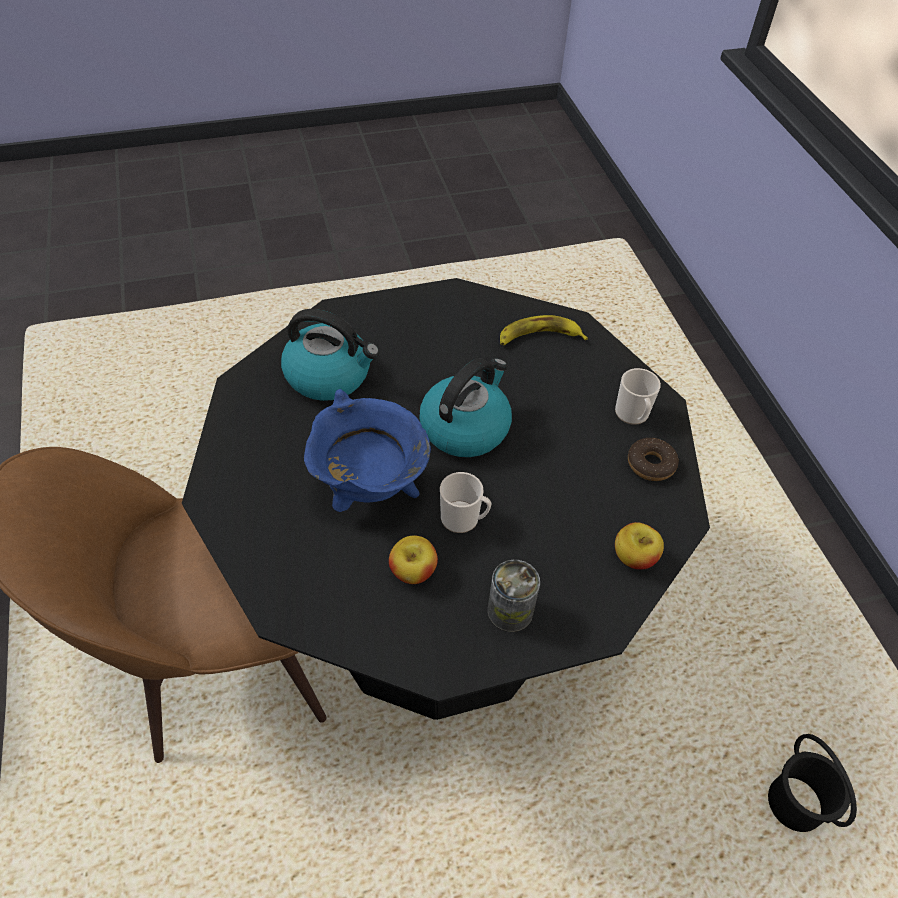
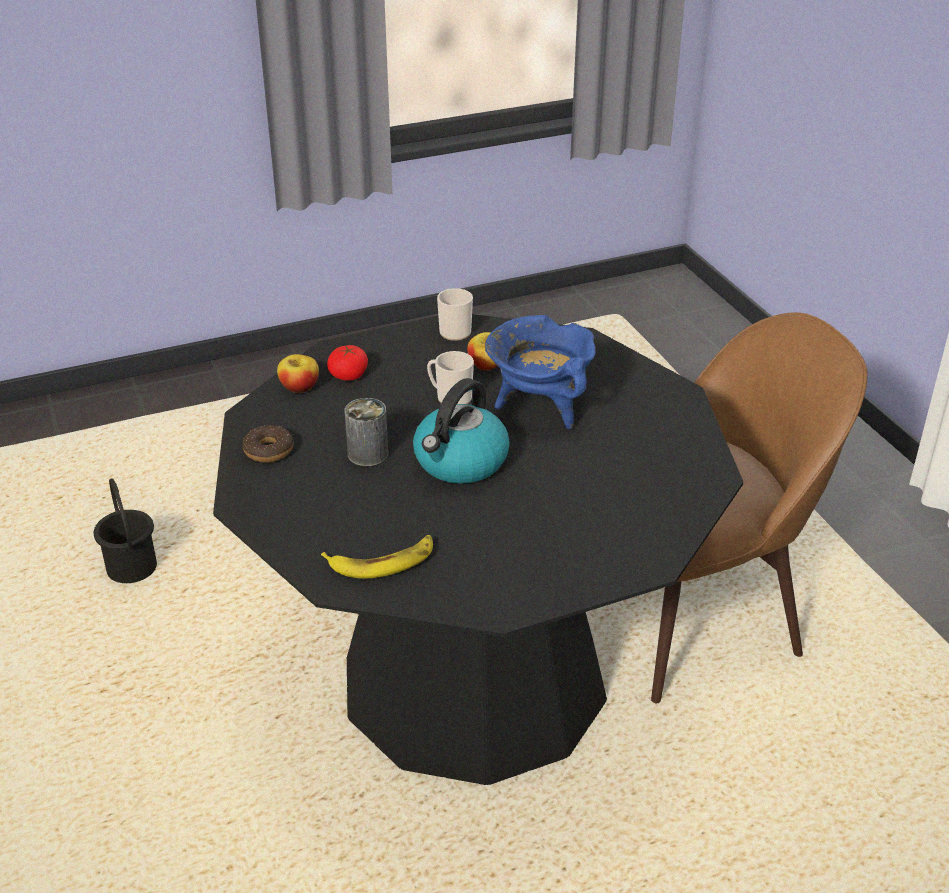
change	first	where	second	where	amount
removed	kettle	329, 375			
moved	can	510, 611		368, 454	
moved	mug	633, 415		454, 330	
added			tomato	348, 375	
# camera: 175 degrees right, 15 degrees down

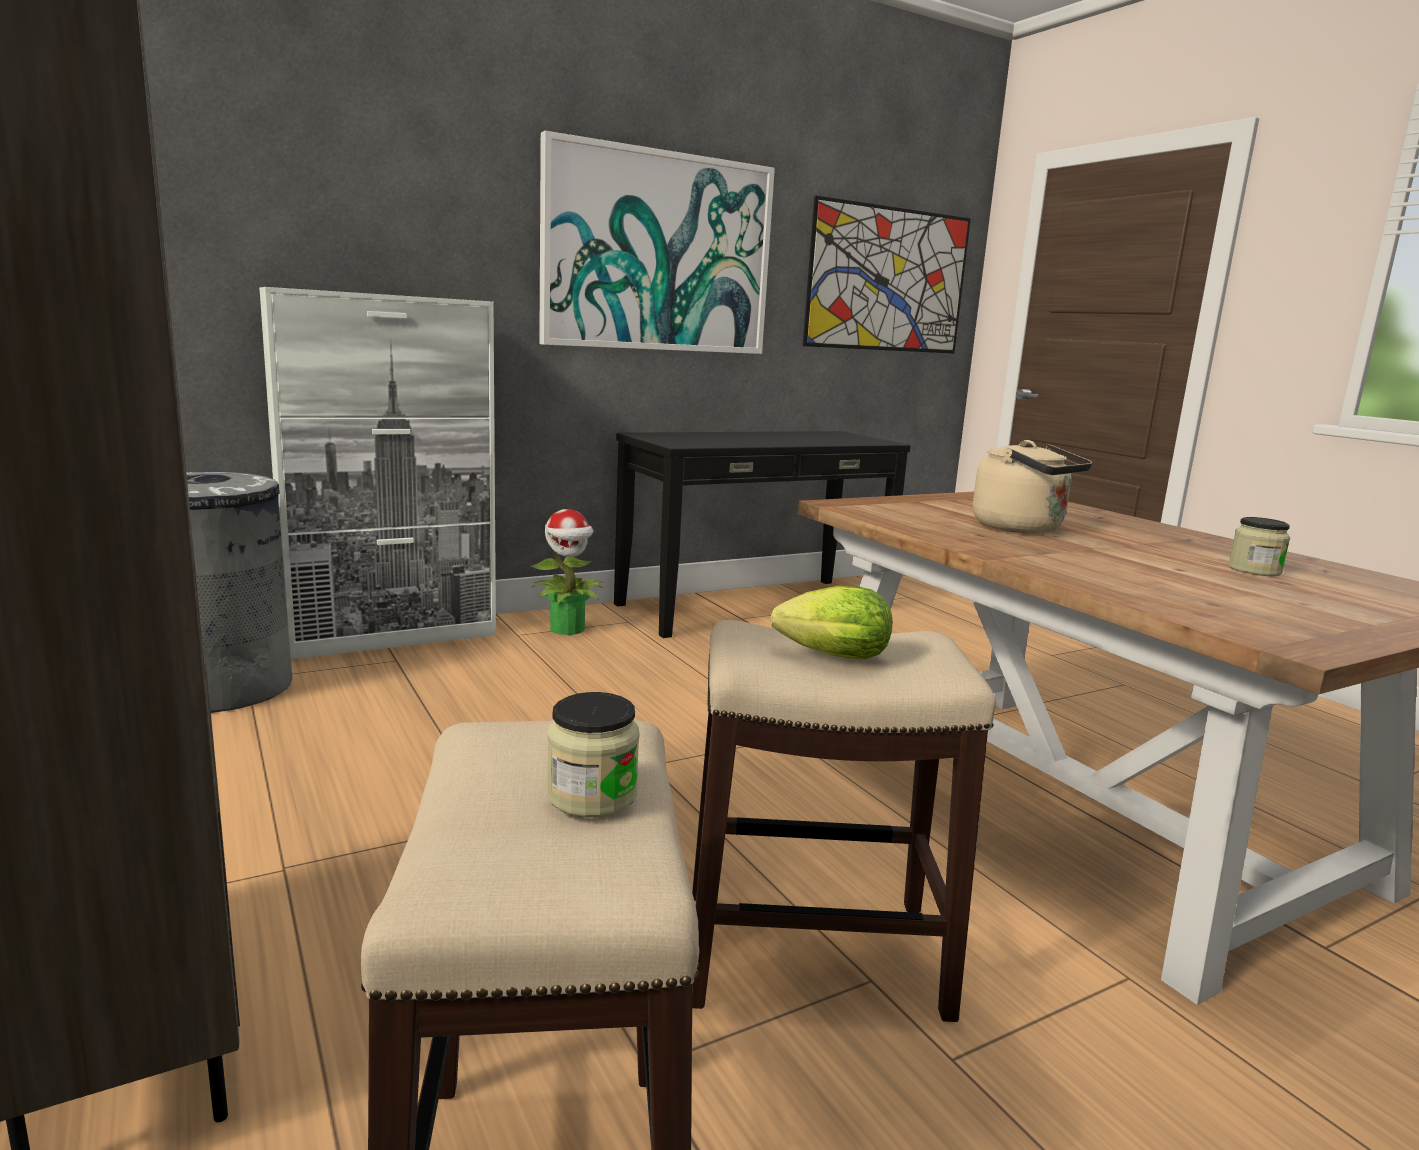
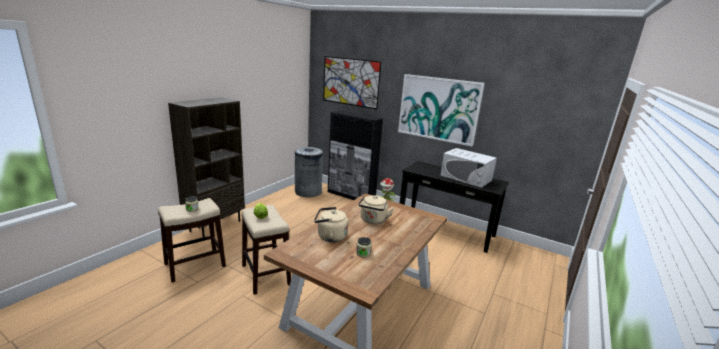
change	first	where	second	where	amount
recoloured	white cabinet	394, 637	black cabinet	351, 195	
moved	picture	888, 280		350, 82	
added			beige kettle	330, 237	
added			white microwave	466, 178	
# camera: 60 degrees right, 5 degrees up

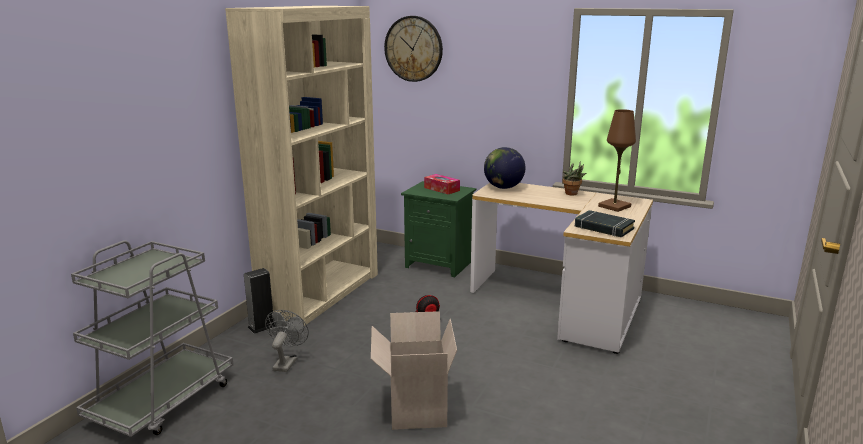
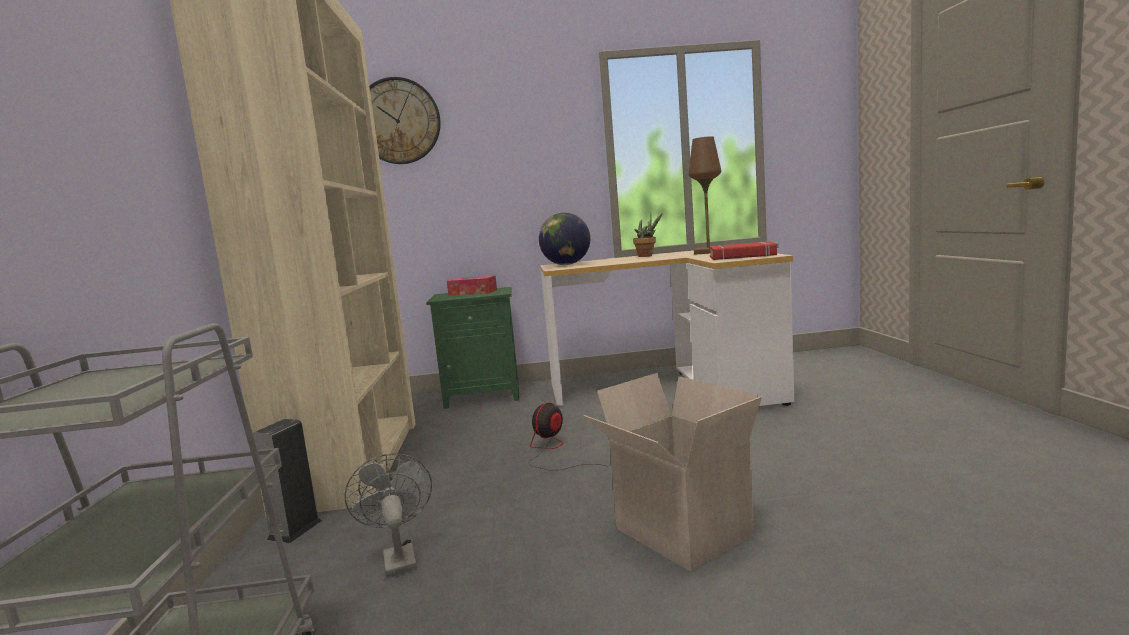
change	first	where	second	where	amount
recoloured	black book	603, 228	red book	742, 256	
# camera: 30 degrees left, 10 degrees down

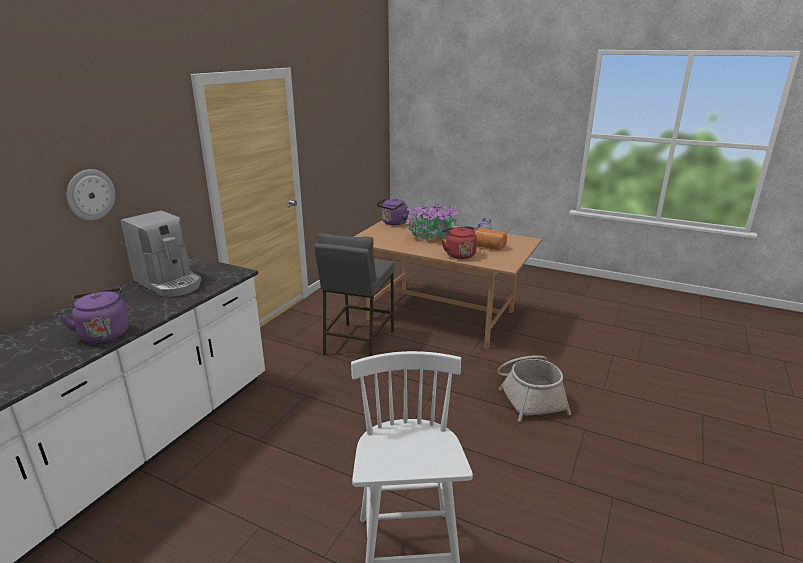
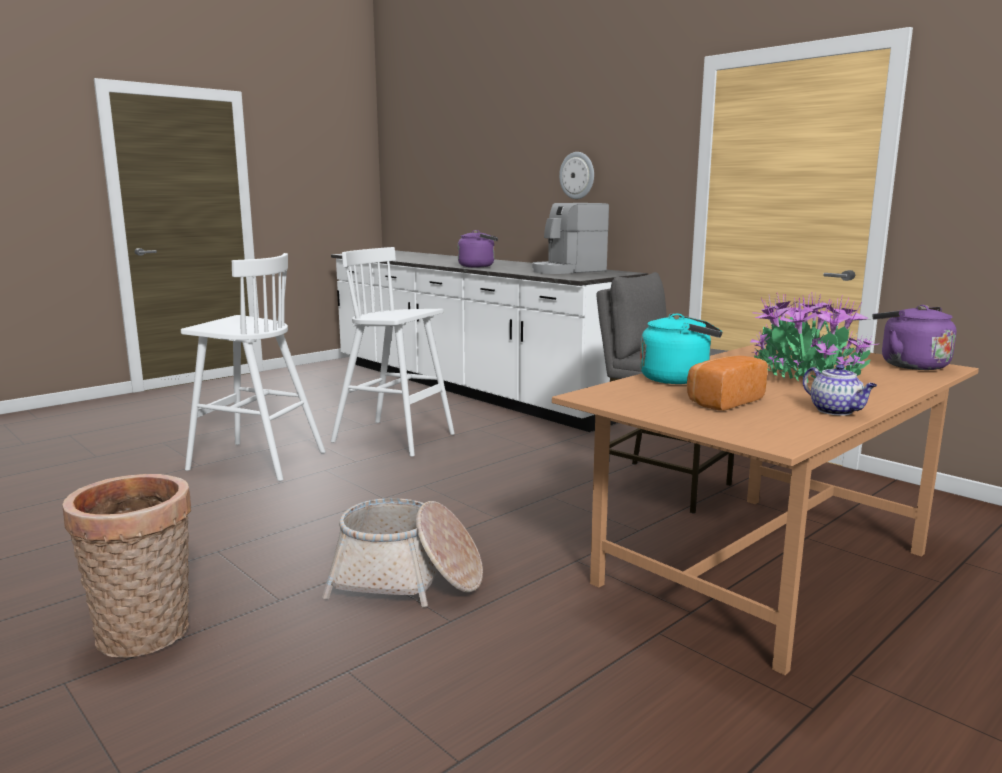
change	first	where	second	where	amount
recoloured	red kettle	459, 254	turquoise kettle	678, 379	
added			basket	145, 637	
added			white stool	395, 438	
# camera: 110 degrees right, 10 degrees down

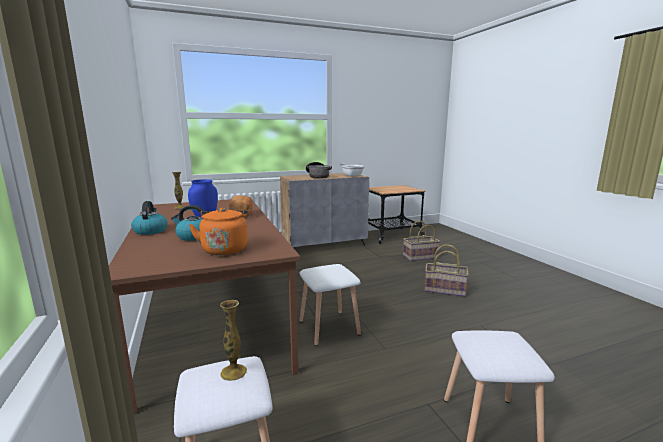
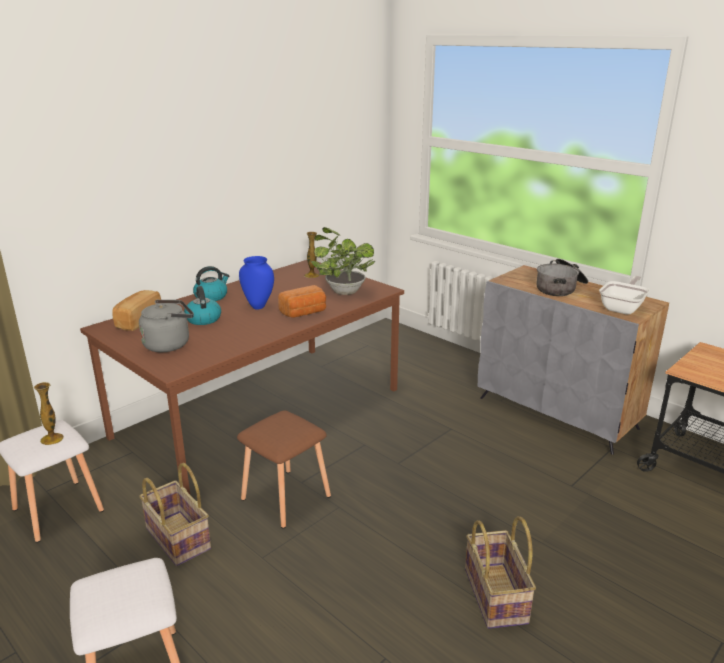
change	first	where	second	where	amount
recoloured	orange kettle	225, 249	grey kettle	169, 344	
recoloured	white stool	330, 328	brown stool	285, 498	
moved	basket	420, 257		176, 539	
added			bread	138, 320	
added			potted plant	343, 291	
# camera: 65 degrees right, 10 degrees up

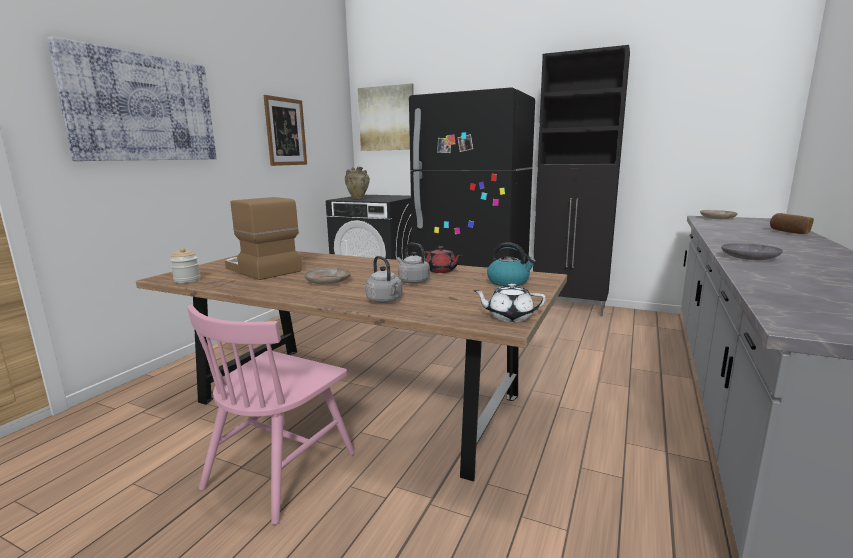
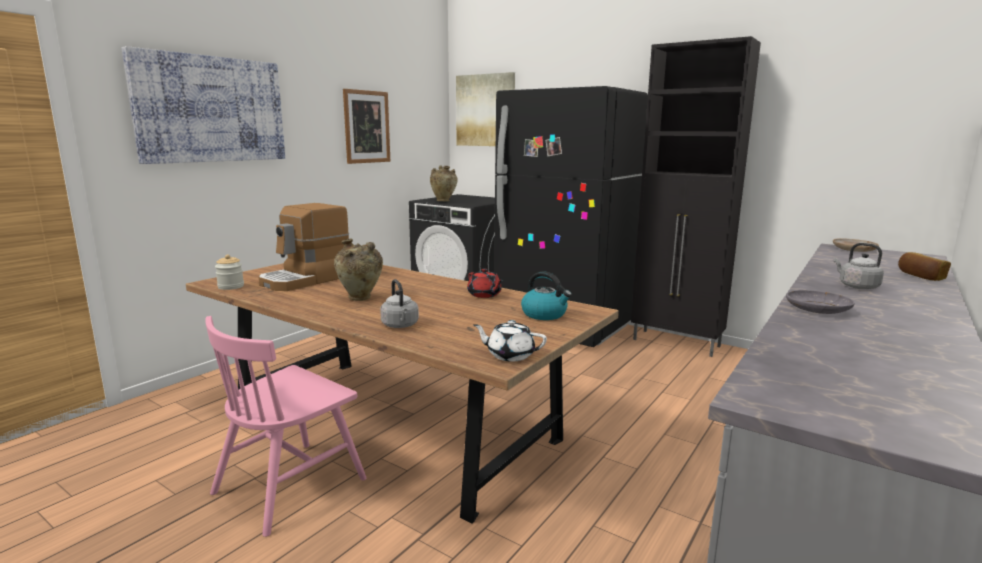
change	first	where	second	where	amount
turned	coffee machine	261, 269		306, 280	105 degrees counterclockwise
replaced	beige plate	328, 281	beige vase	360, 299	
moved	grey kettle	412, 281		856, 286	
# camera: 10 degrees right, 0 degrees up

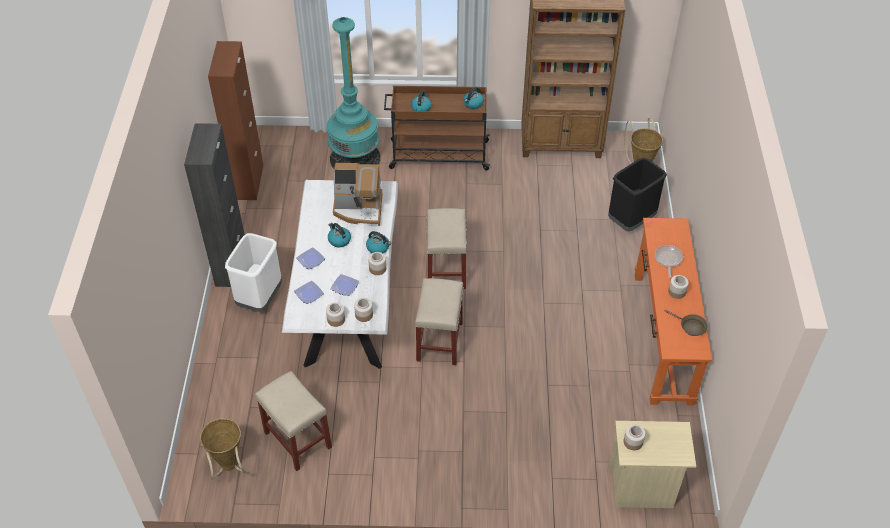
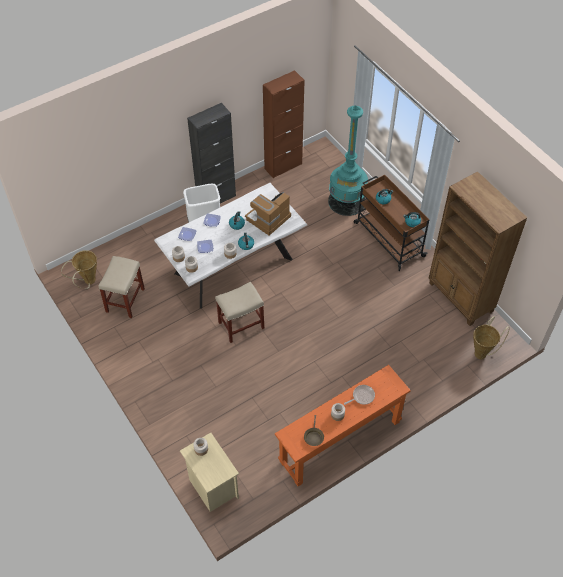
change	first	where	second	where	amount
turned	coffee machine	358, 209		268, 219	75 degrees clockwise
removed	beige stool	446, 270			
removed	black trash can	631, 221			
# camera: 55 degrees right, 5 degrees up

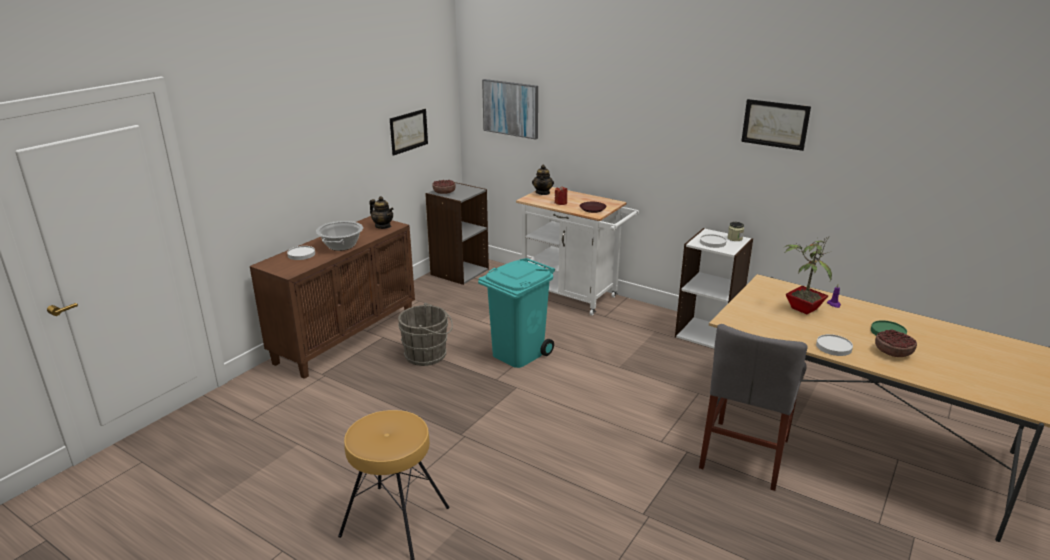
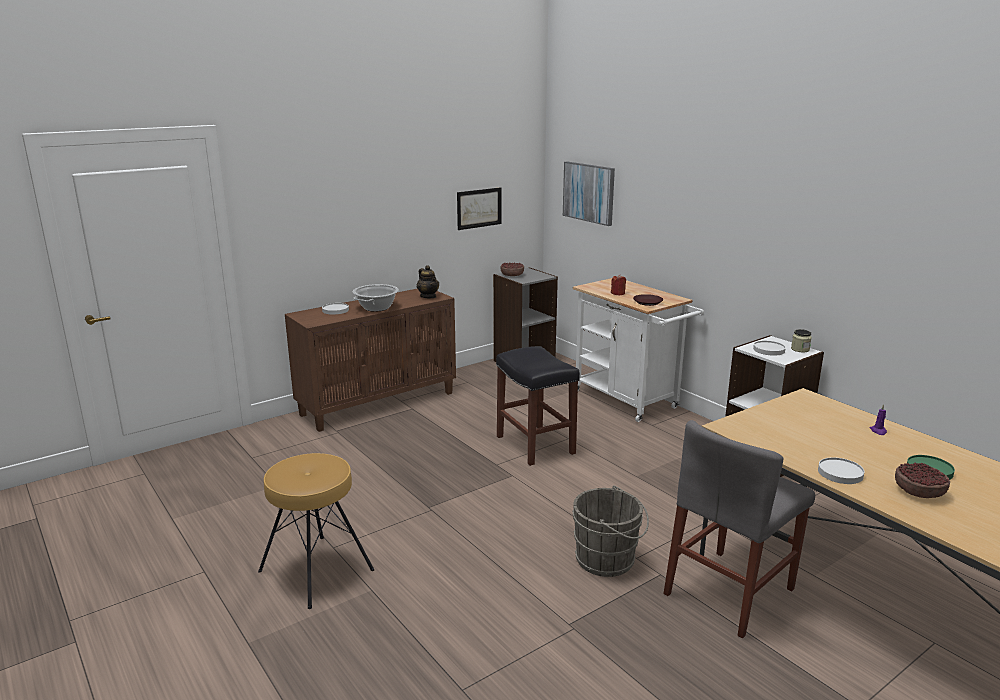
change	first	where	second	where	amount
moved	grey bucket	428, 355		609, 560	
replaced	turquoise trash can	517, 353	black stool	534, 444	
removed	teapot	543, 192			
removed	picture	775, 124			
removed	potted plant	802, 308			
# camera: 20 degrees right, 5 degrees down

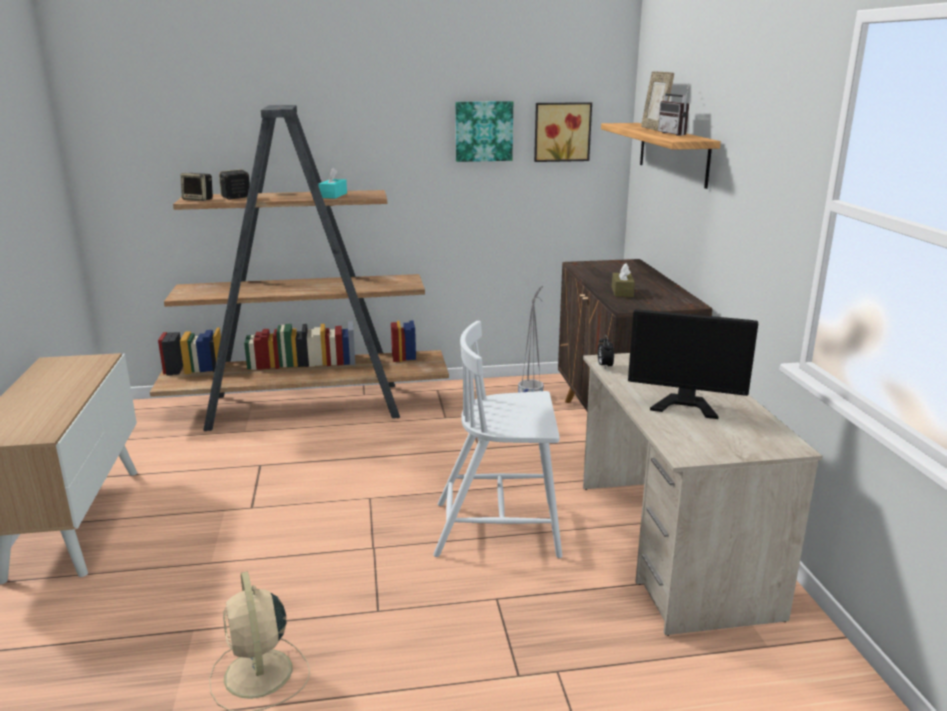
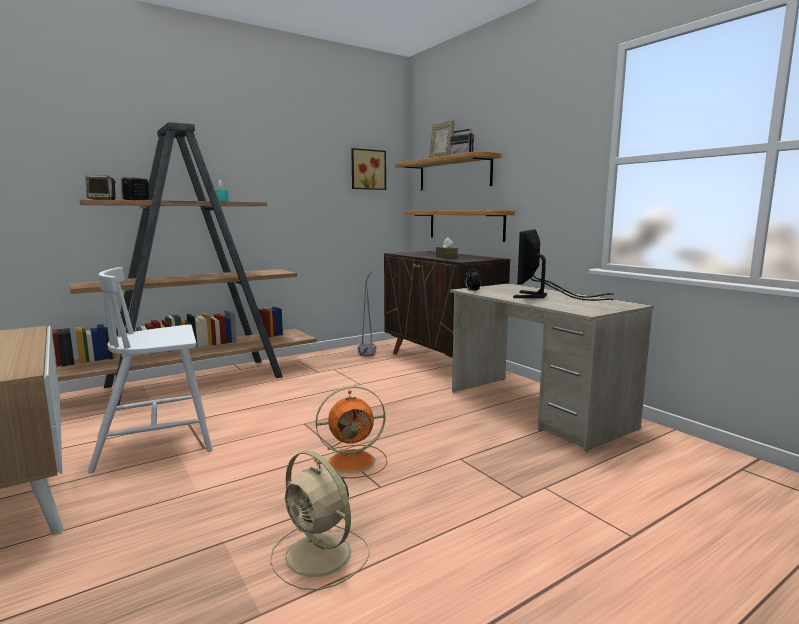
change	first	where	second	where	amount
moved	white chair	499, 528		156, 443	
removed	picture	483, 131			
turned	monitor	687, 399		543, 296	120 degrees clockwise
added			orange fan	354, 461	
added			shelf	465, 225	
# camera: 25 degrees left, 10 degrees down

